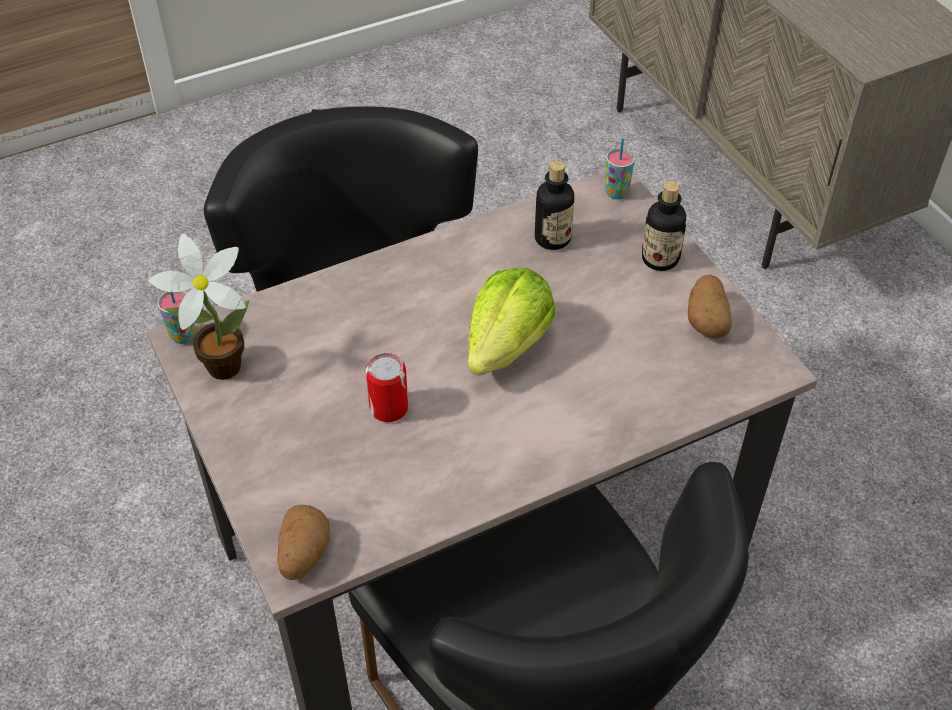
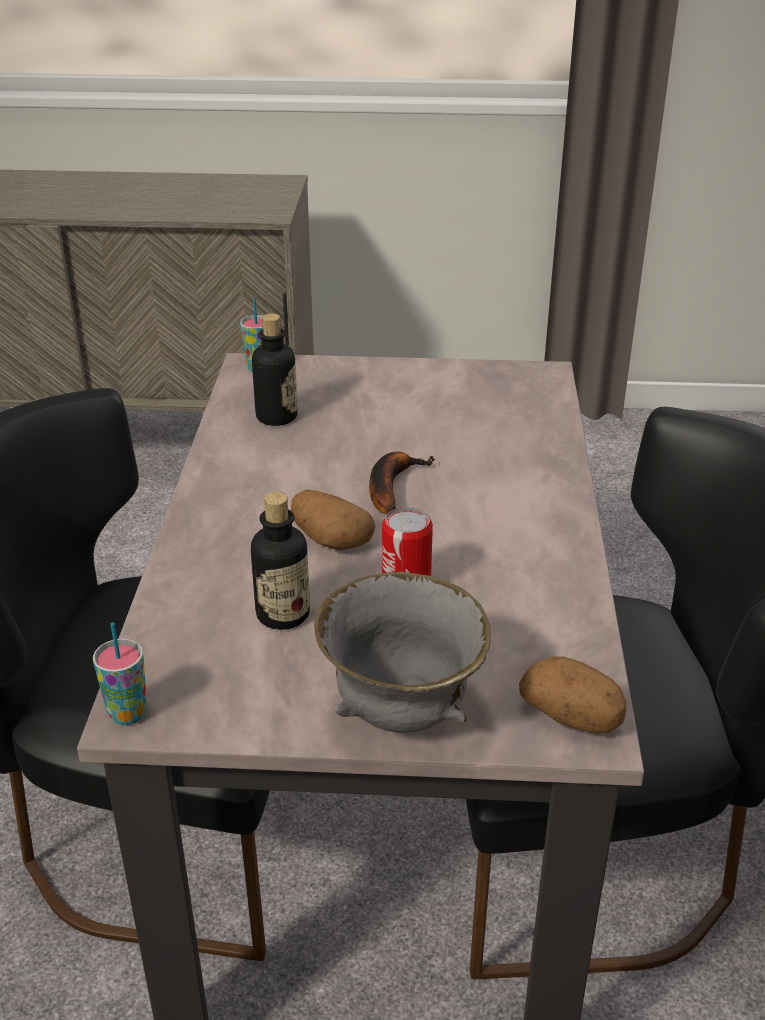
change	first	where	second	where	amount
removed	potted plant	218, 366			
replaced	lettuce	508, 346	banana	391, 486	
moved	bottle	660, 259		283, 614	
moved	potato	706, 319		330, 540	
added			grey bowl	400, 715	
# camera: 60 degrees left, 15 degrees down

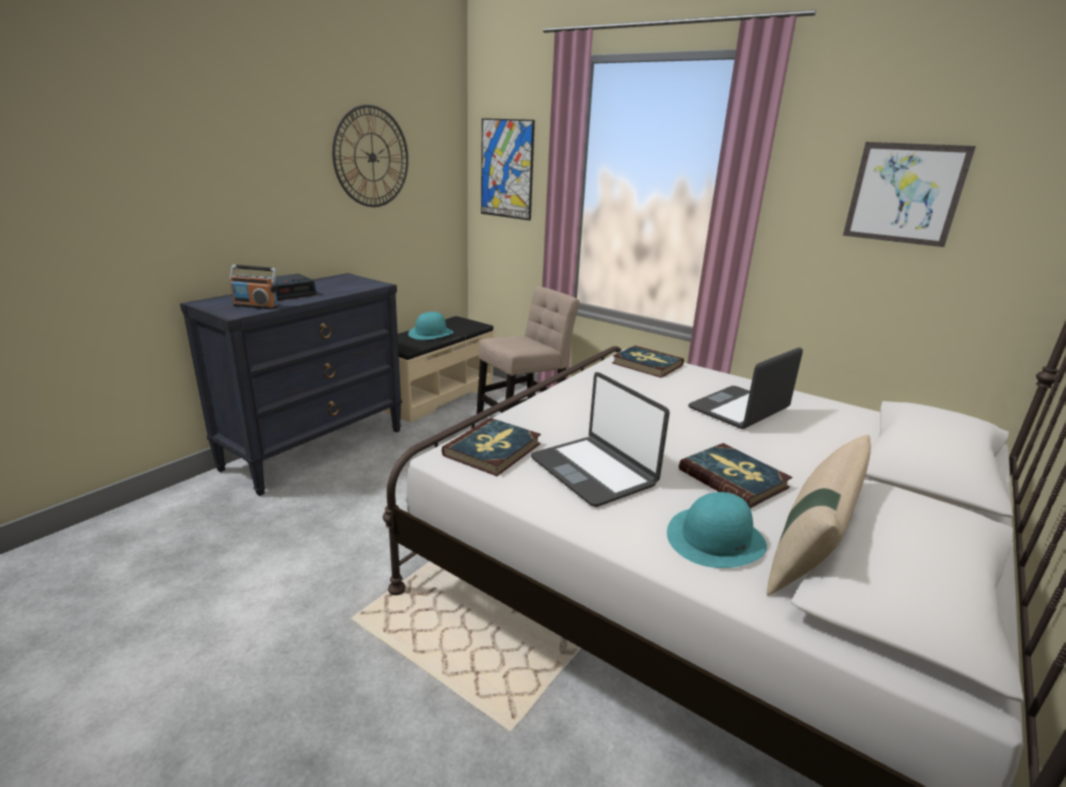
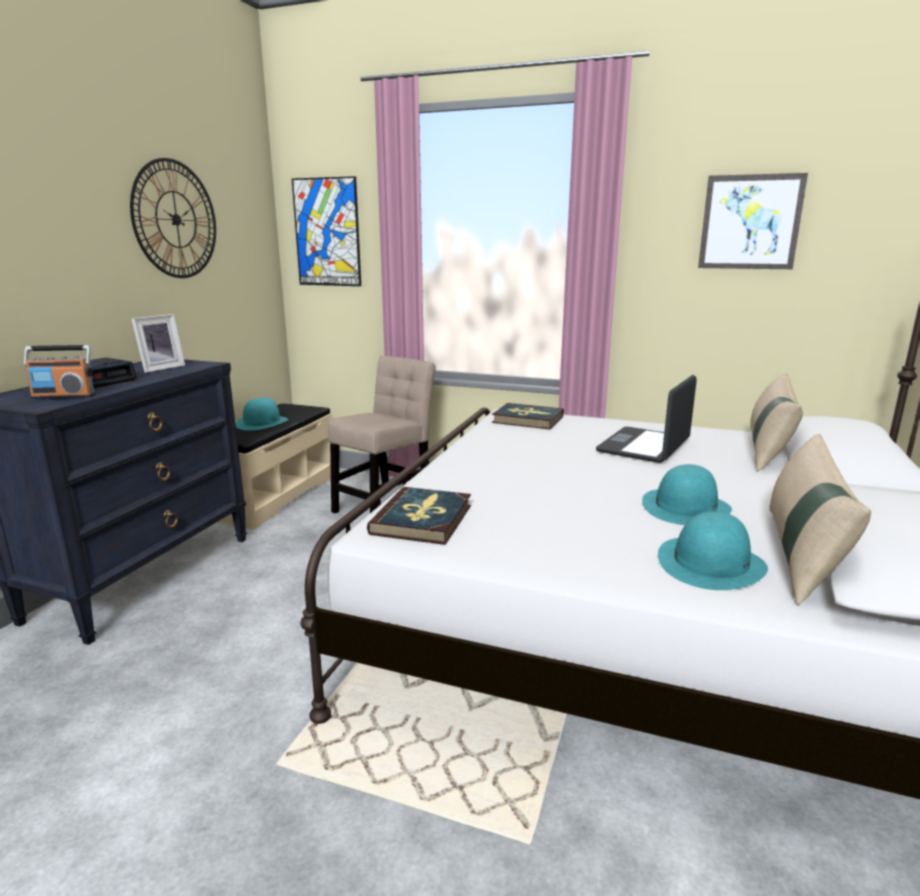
change	first	where	second	where	amount
removed	laptop	594, 471			
replaced	book	733, 478	turquoise hat	685, 507	
added			picture frame	160, 368	
added			beige pillow	768, 451	
# camera: 15 degrees left, 5 degrees down

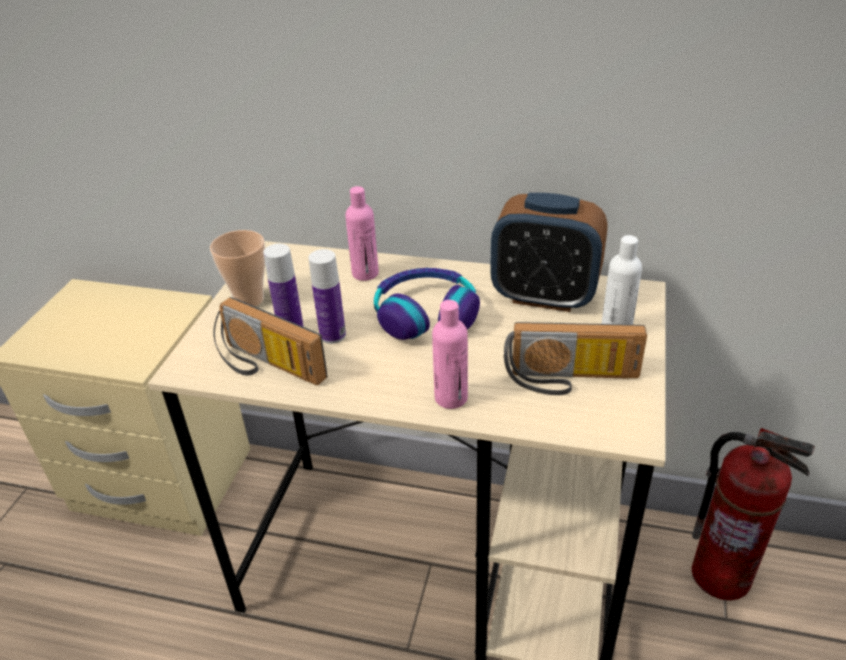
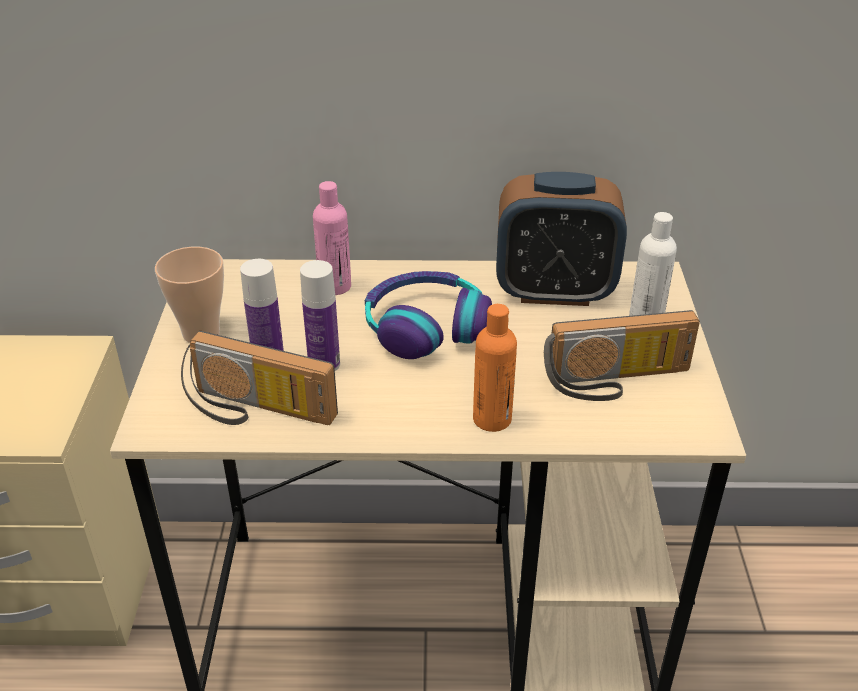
change	first	where	second	where	amount
recoloured	pink bottle	451, 398	orange bottle	492, 419	
removed	fire extinguisher	721, 575			
# camera: 15 degrees left, 0 degrees up

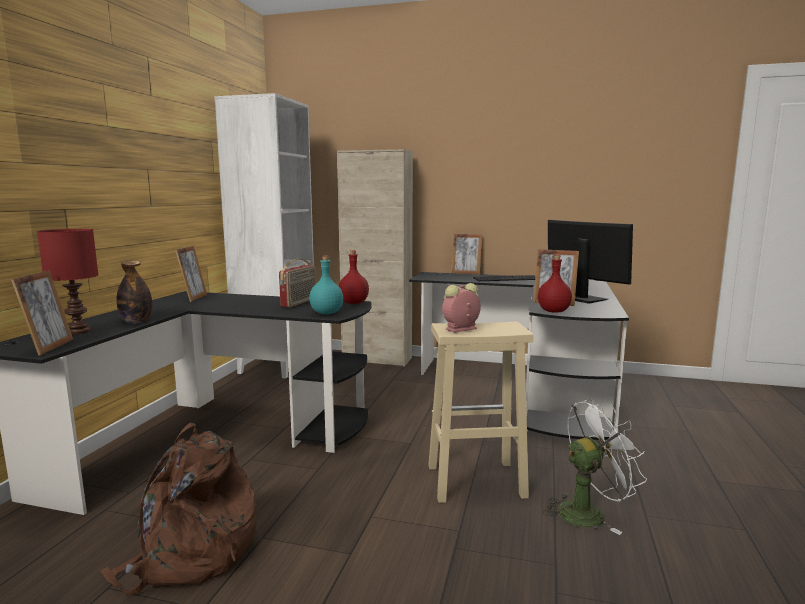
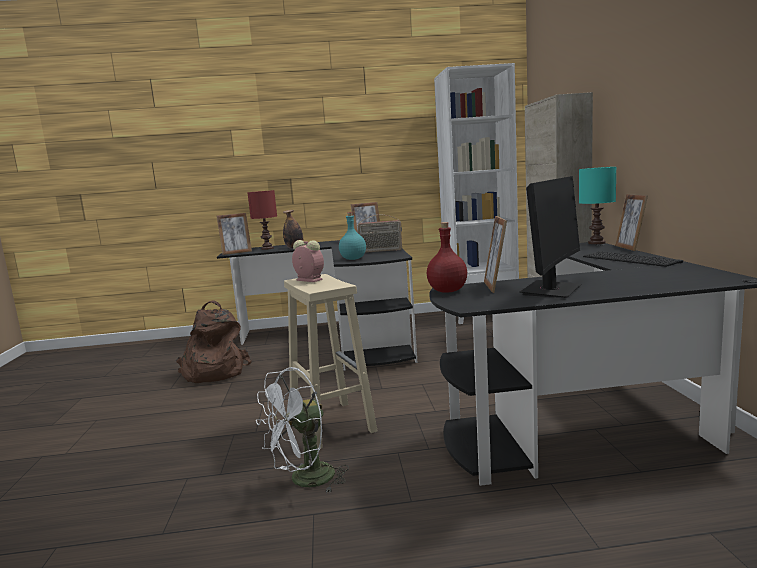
change	first	where	second	where	amount
removed	red bottle	353, 303			
turned	white fan	588, 512		305, 481	90 degrees clockwise
added			turquoise table lamp	597, 243	
# camera: 70 degrees right, 0 degrees up

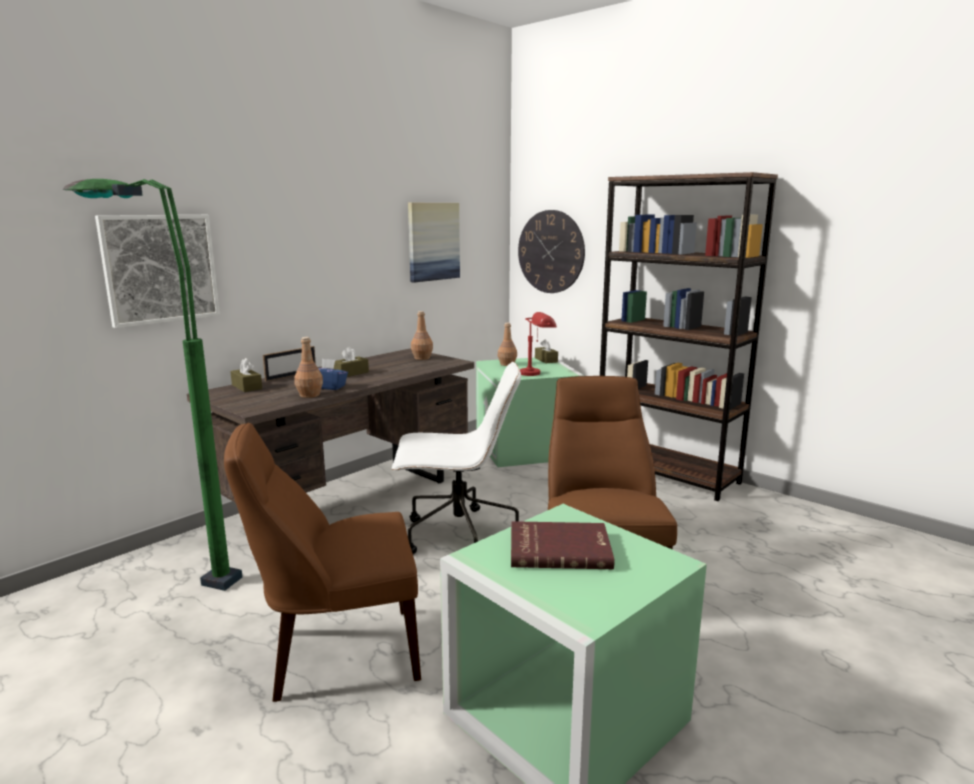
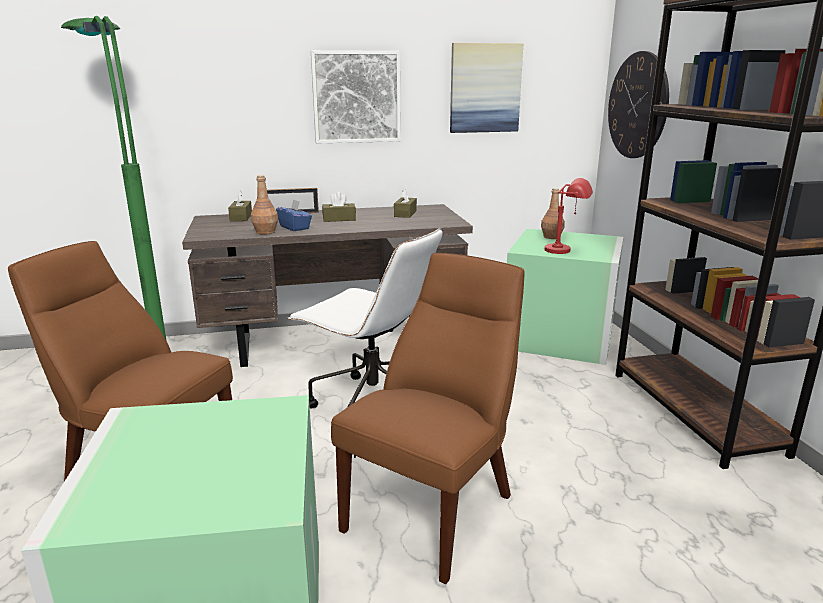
change	first	where	second	where	amount
moved	picture	160, 269		356, 97	
removed	brown bottle	422, 358			
removed	red book	559, 548			
moved	brown tissue box	546, 360		405, 214	
# camera: 35 degrees right, 5 degrees up

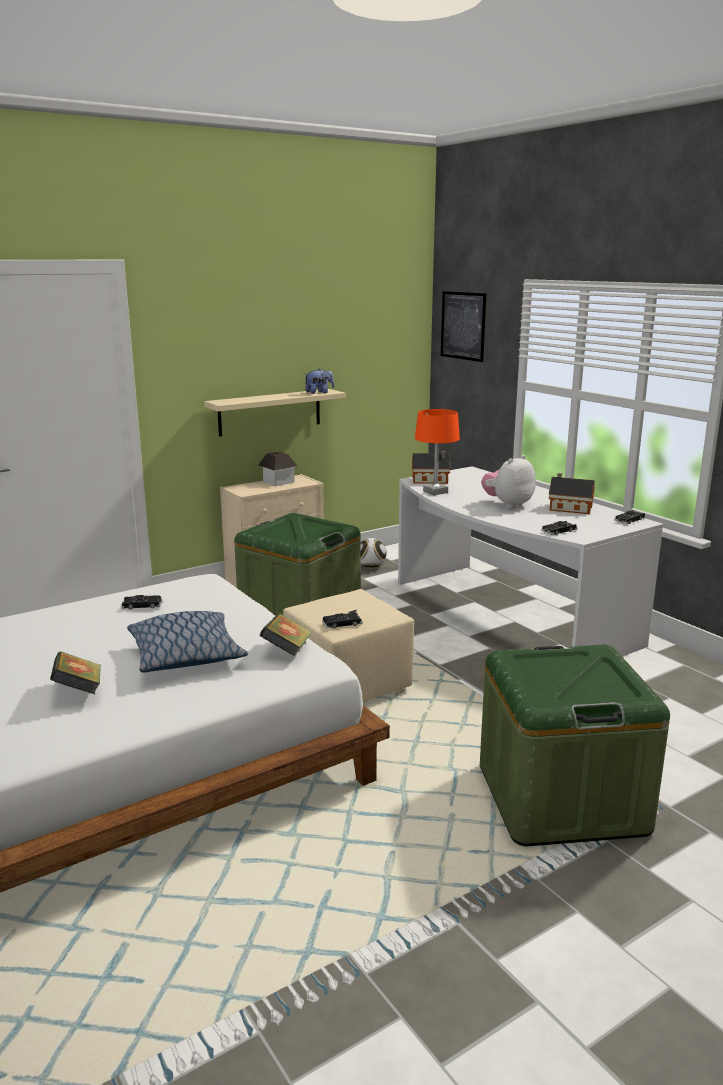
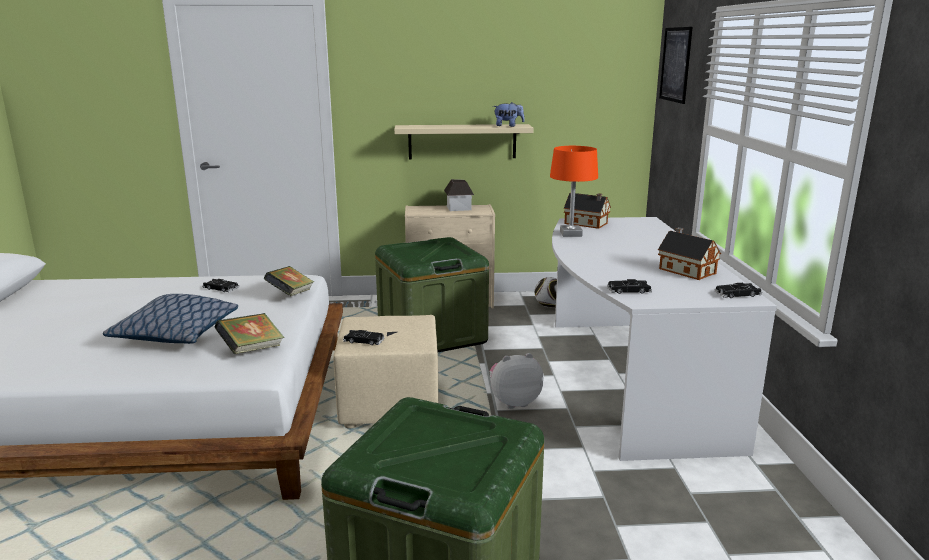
change	first	where	second	where	amount
moved	book	79, 691		290, 295	
moved	plush toy	508, 505		514, 402	
# camera: 30 degrees right, 0 degrees up

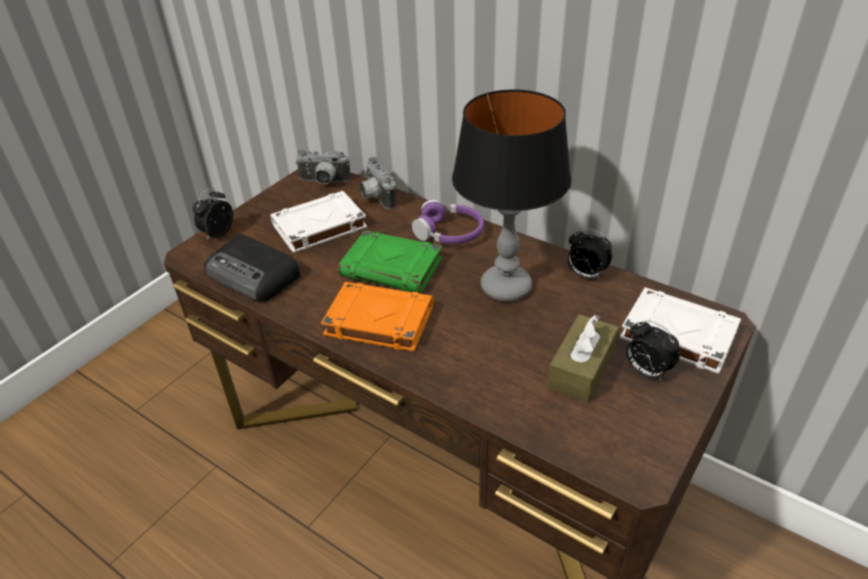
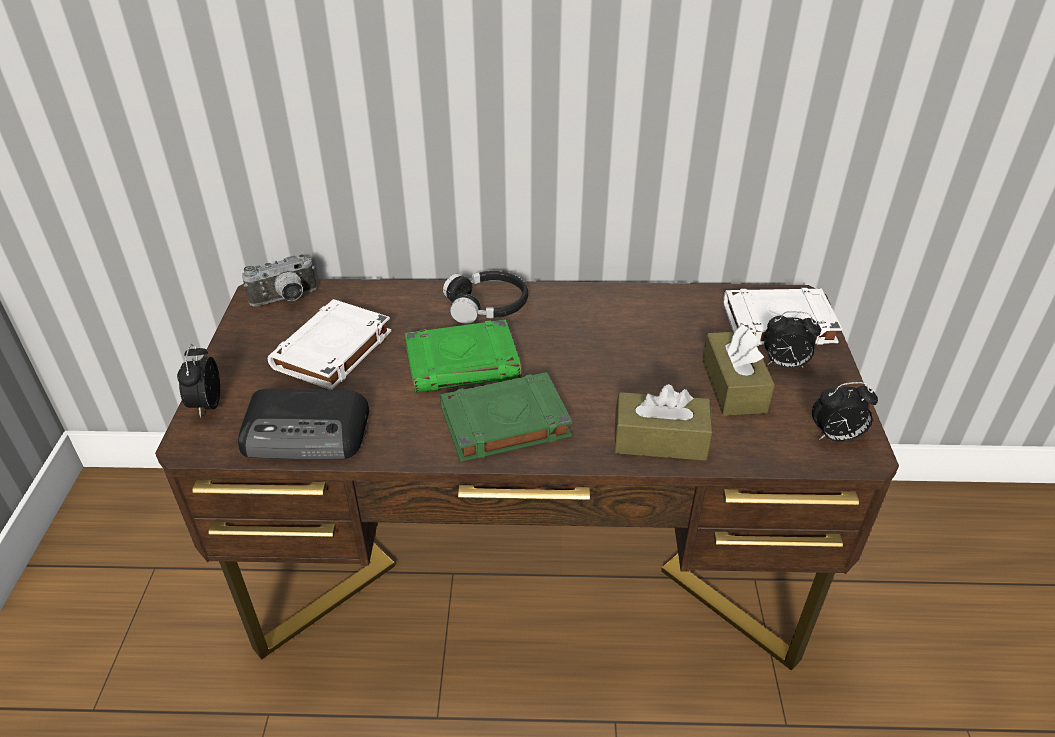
change	first	where	second	where	amount
recoloured	orange book	378, 321	green book	503, 423	
removed	photo camera	375, 197			
recoloured	purple headphones	449, 233	black headphones	487, 306	
removed	table lamp	505, 287			
moved	alarm clock	585, 275		835, 437	
added			brown tissue box	660, 440	
# camera: 35 degrees left, 0 degrees up

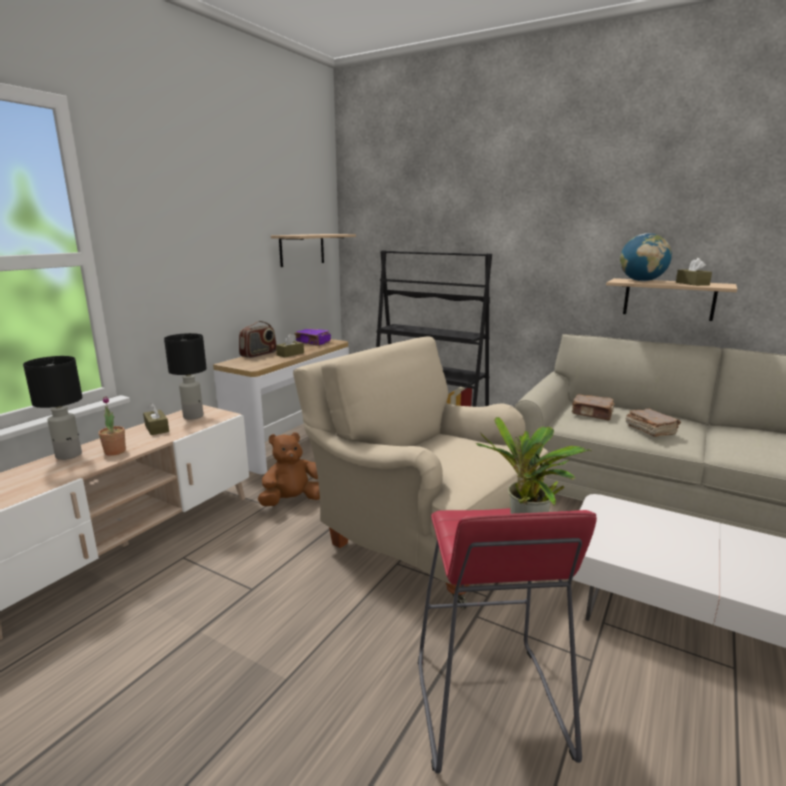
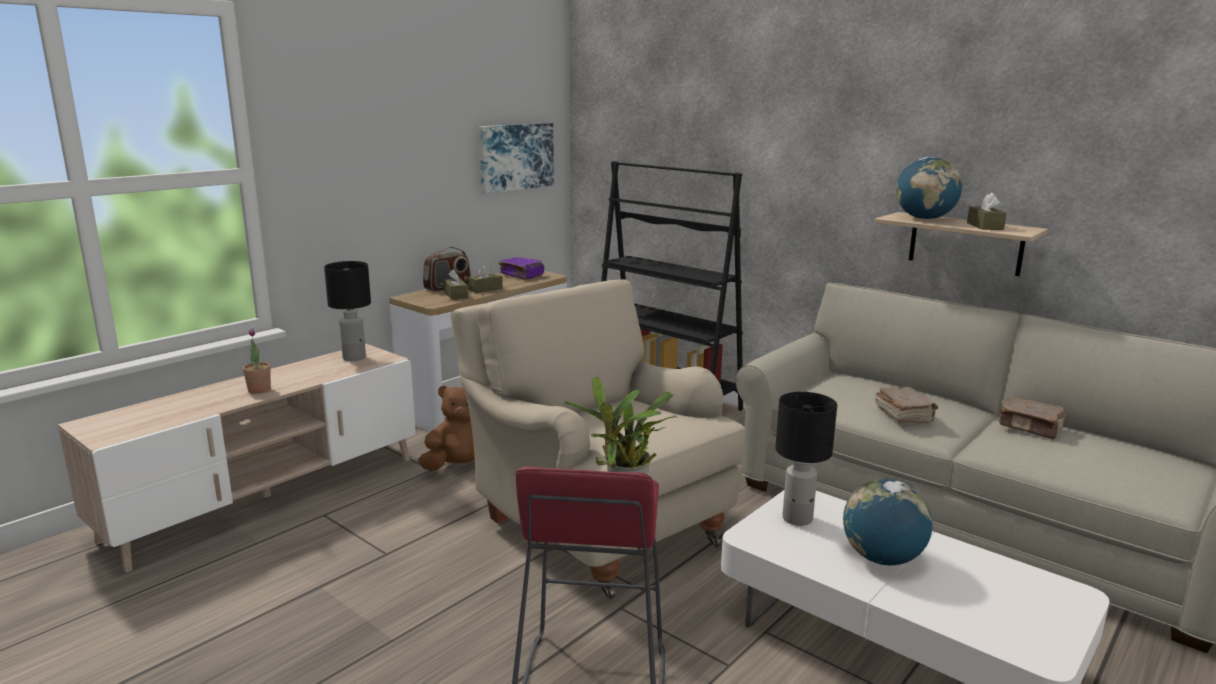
change	first	where	second	where	amount
moved	black table lamp	69, 455		797, 518	
moved	brown tissue box	157, 428		456, 295	
replaced	shelf	302, 249	picture	515, 157	
moved	brown book	592, 414		1030, 428	
added			globe	882, 558	
# camera: 10 degrees right, 0 degrees up

